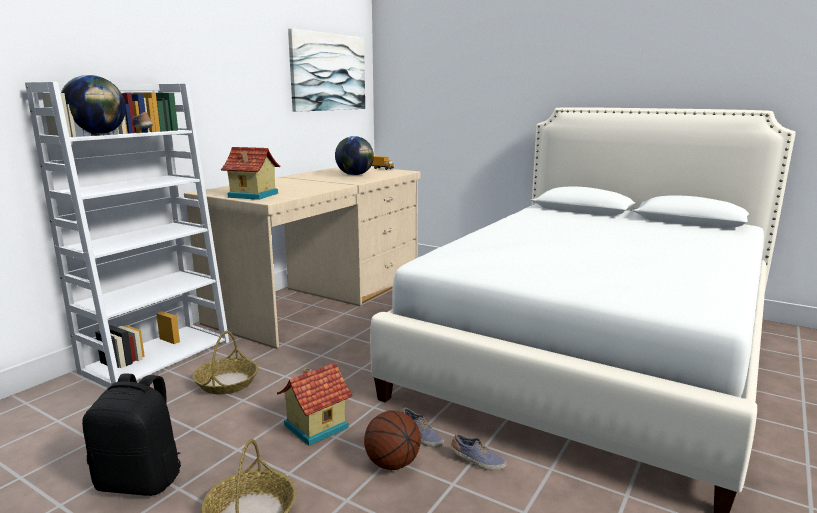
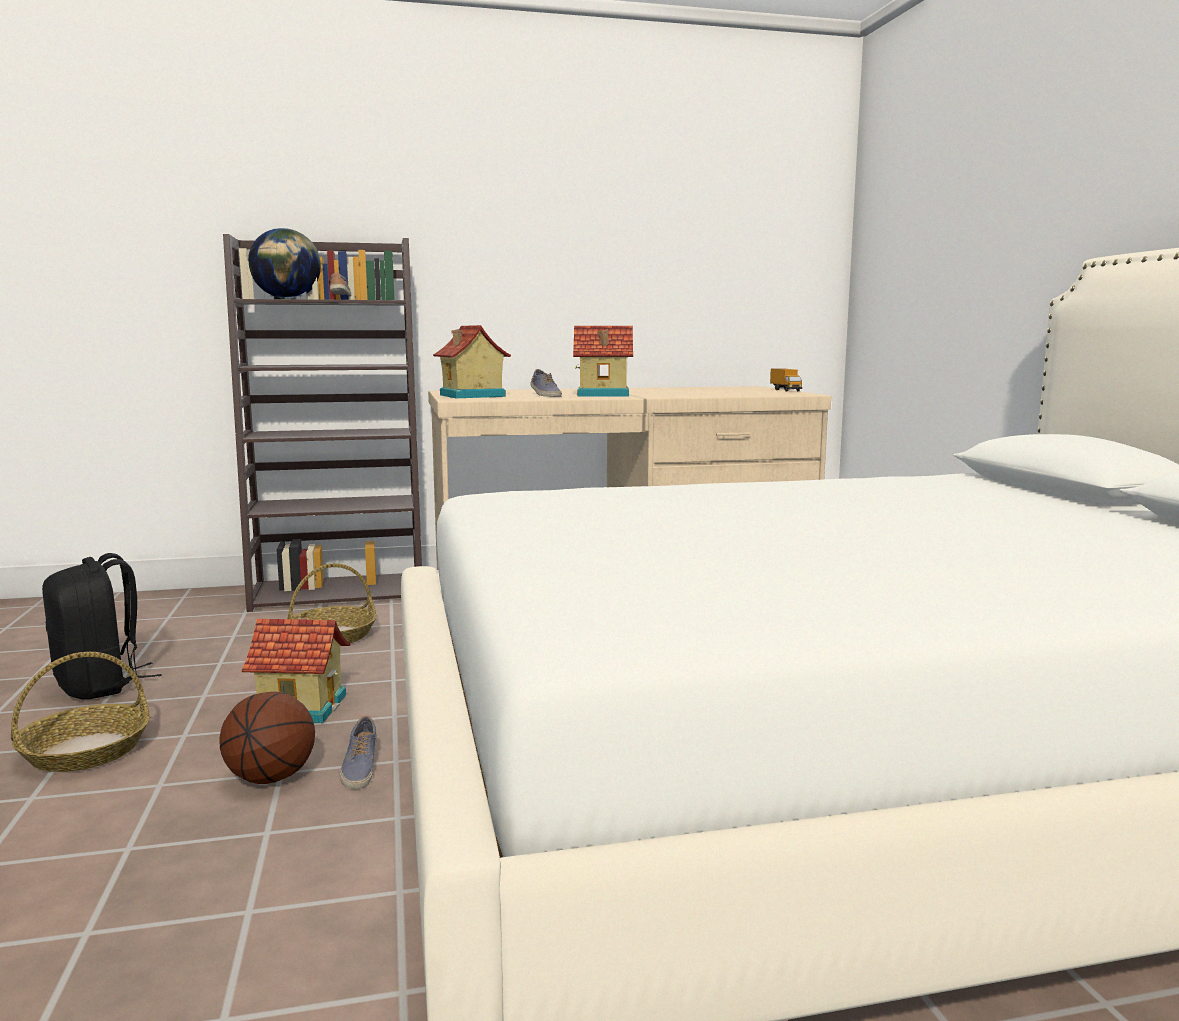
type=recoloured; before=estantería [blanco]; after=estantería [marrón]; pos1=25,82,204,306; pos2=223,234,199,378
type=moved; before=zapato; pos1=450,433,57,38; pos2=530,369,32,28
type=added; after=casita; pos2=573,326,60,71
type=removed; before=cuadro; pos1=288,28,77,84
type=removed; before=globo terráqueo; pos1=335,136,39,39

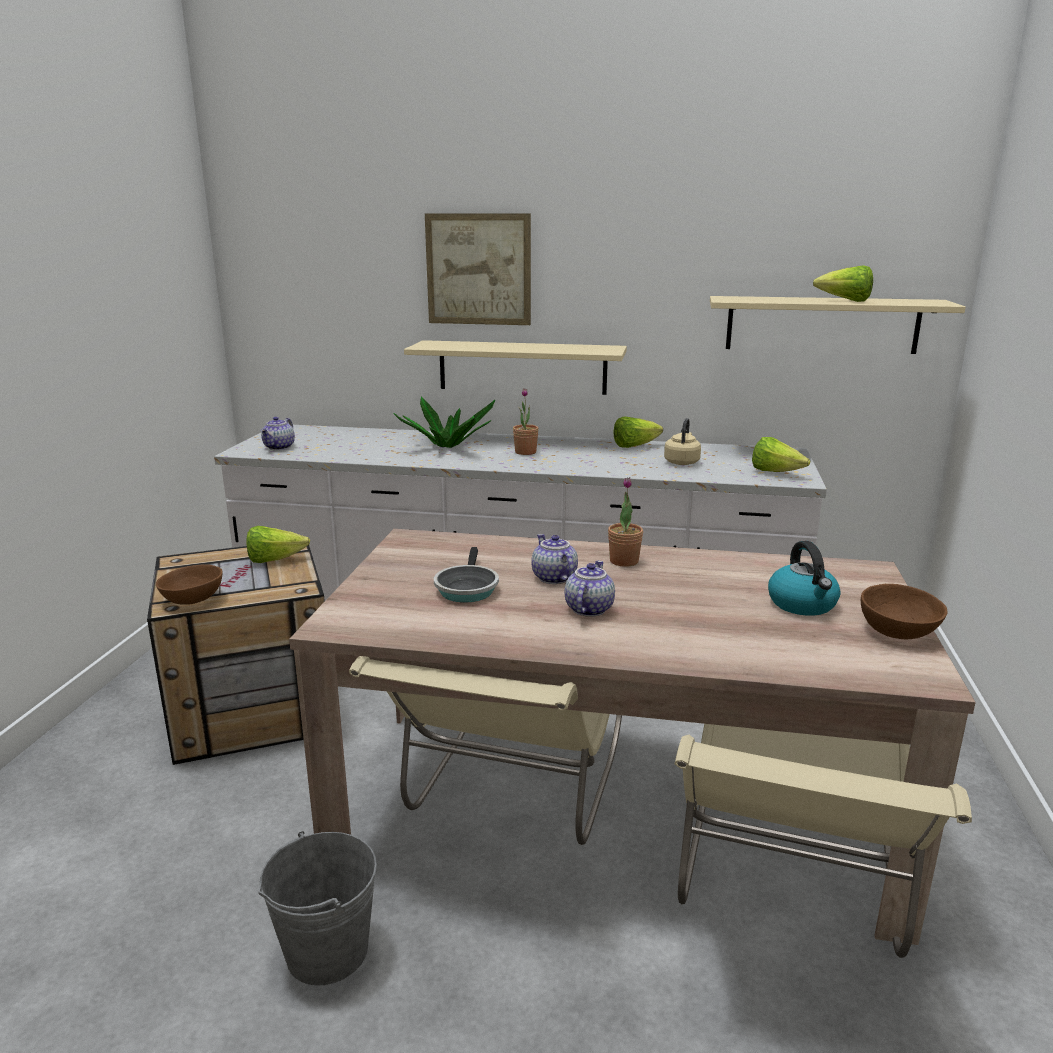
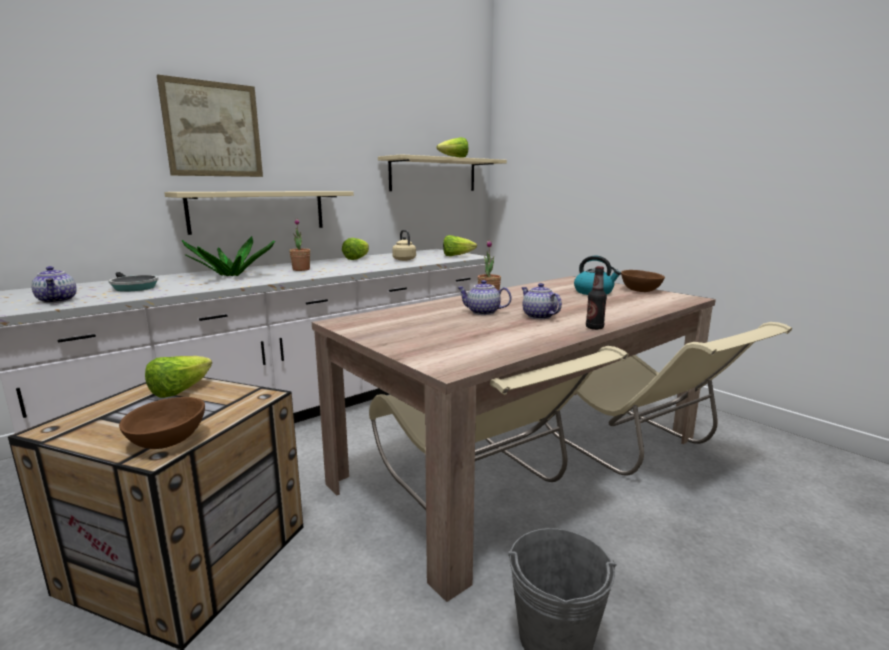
type=moved; before=sartén; pos1=434,547,65,56; pos2=109,272,49,20
type=added; after=botella; pos2=586,266,21,64

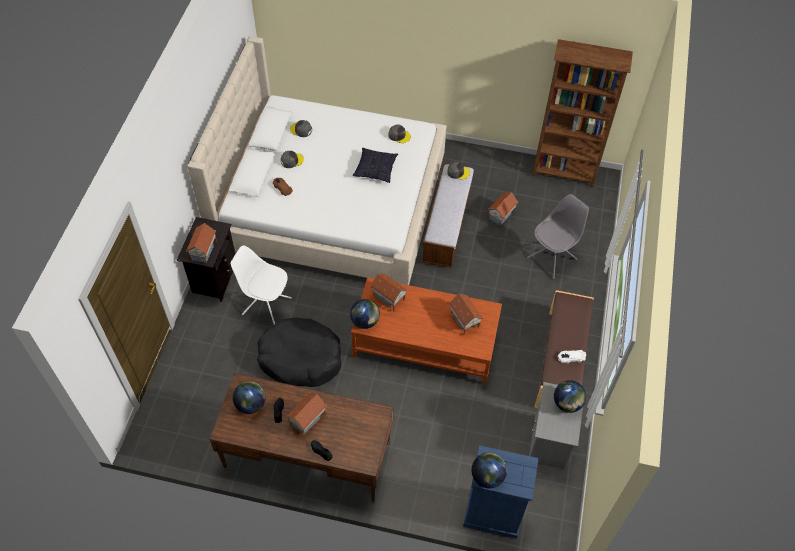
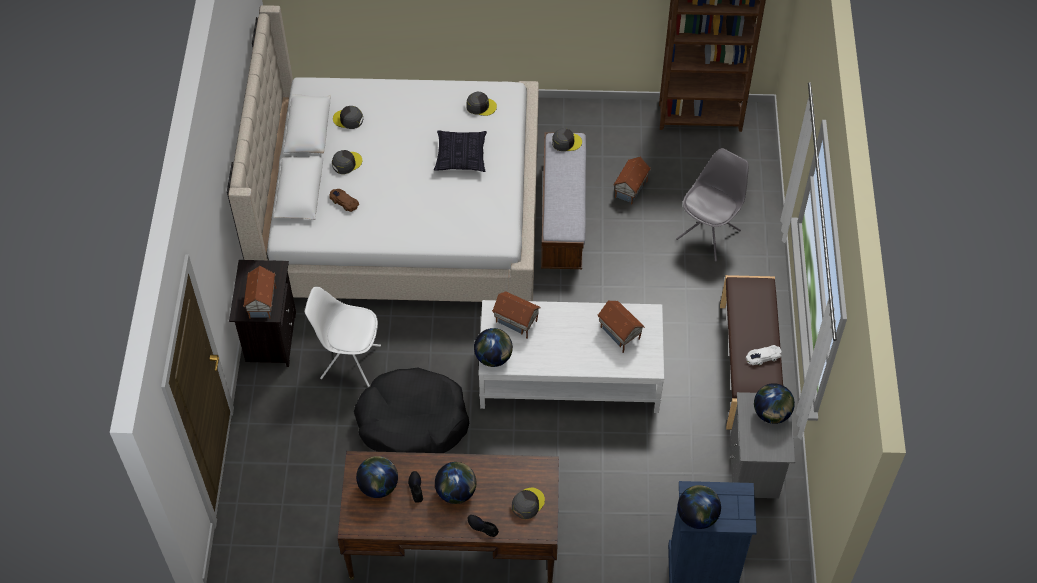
type=replaced; before=casita; after=globo terráqueo; pos1=286,392,41,44; pos2=435,462,42,42
type=recoloured; before=mesa de centro [marrón]; after=mesa de centro [blanco]; pos1=351,277,151,108; pos2=478,300,186,113
type=added; after=gorra [gris]; pos2=512,488,33,31

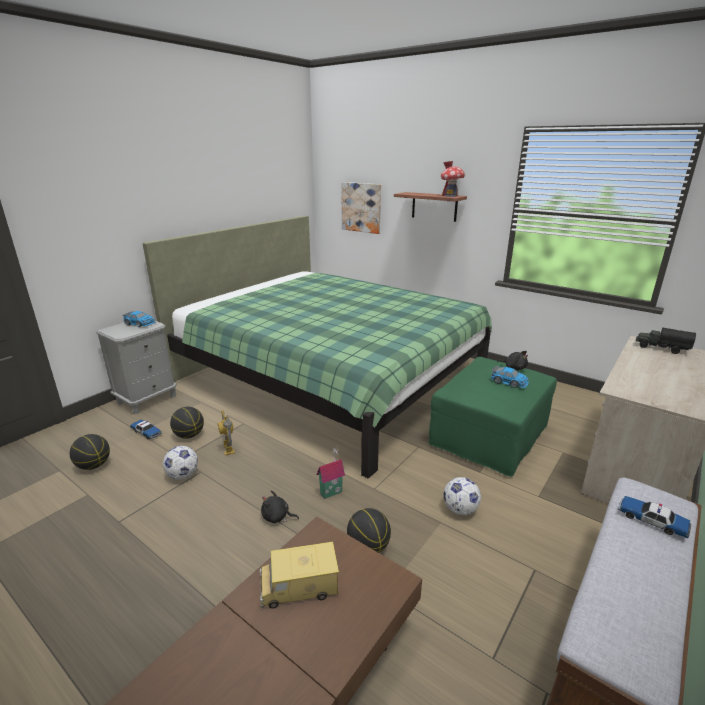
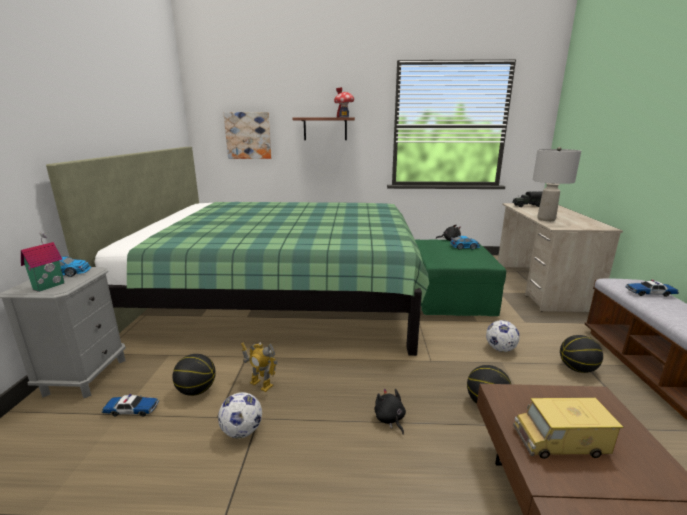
type=moved; before=casita; pos1=317,448,28,51; pos2=21,232,43,60
type=turned; before=peluche [negro]; pos1=261,490,38,33; pos2=374,388,32,47; turn=90
type=turned; before=camión de juguete; pos1=260,542,79,67; pos2=513,398,110,61; turn=45
type=added; after=lámpara de mesa [gris]; pos2=533,147,48,74
type=moved; before=balón de baloncesto; pos1=70,434,40,36; pos2=560,335,43,38

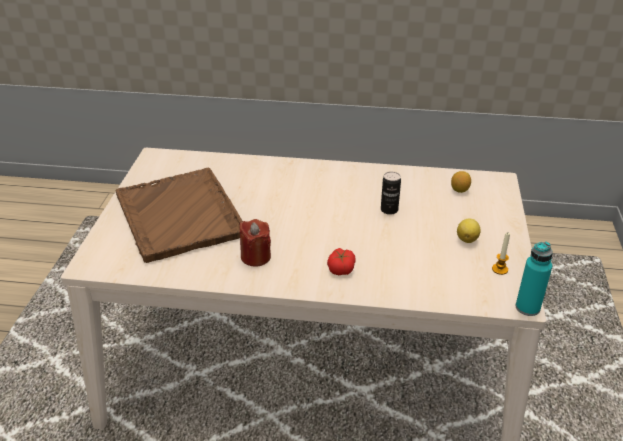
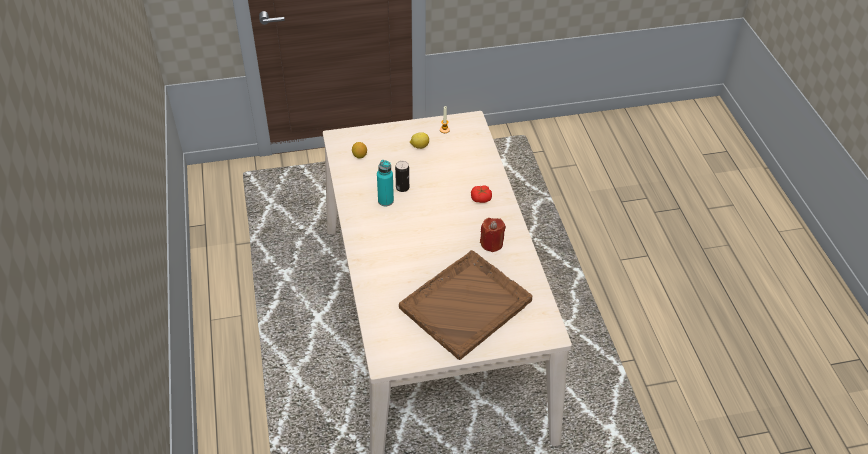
type=moved; before=botella [turquesa]; pos1=516,241,37,75; pos2=377,160,17,46

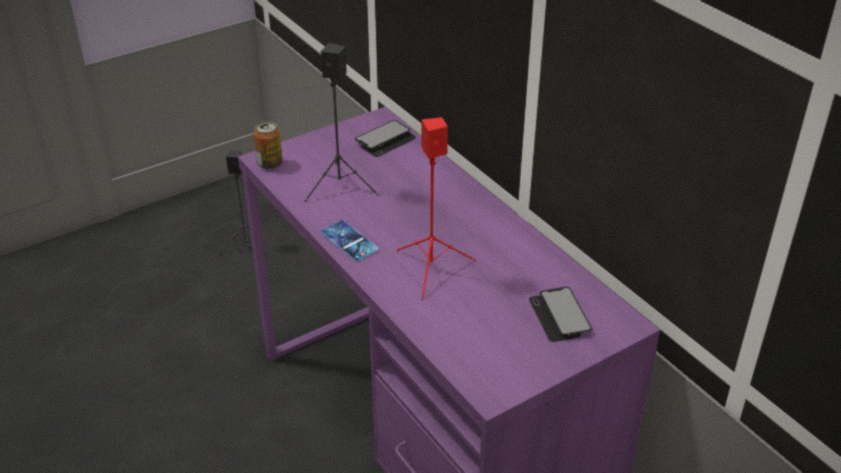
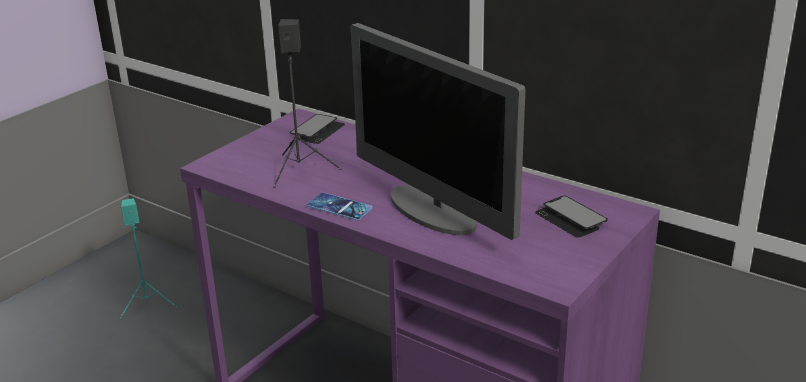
type=recoloured; before=altavoz [negro]; after=altavoz [turquesa]; pos1=217,150,53,107; pos2=120,198,57,121
type=replaced; before=altavoz [rojo]; after=monitor; pos1=396,117,79,183; pos2=350,23,175,217
type=removed; before=lata; pos1=254,121,28,48

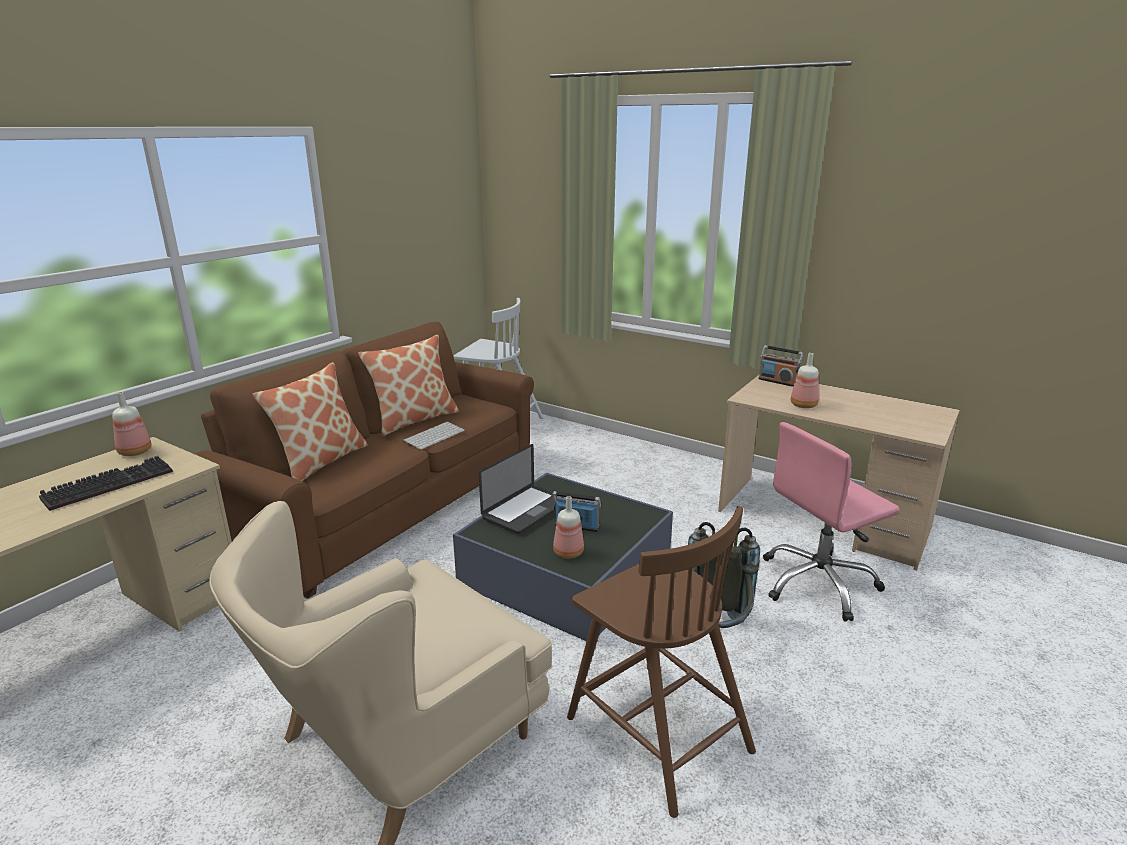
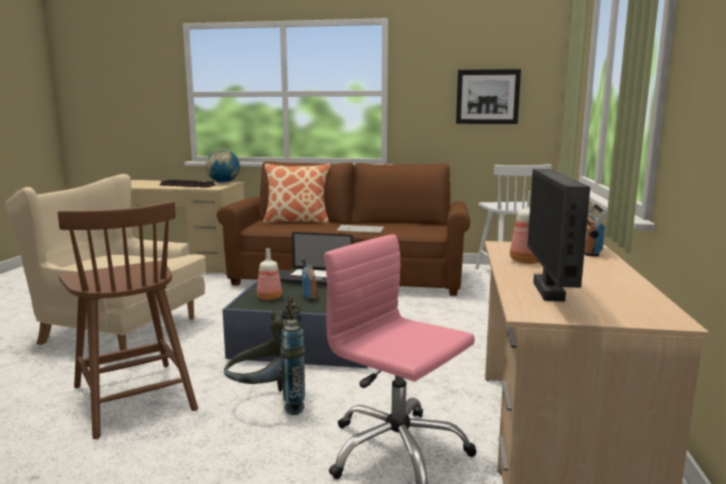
type=turned; before=silla [marrón]; pos1=567,506,189,312; pos2=58,201,140,238; turn=-60
type=replaced; before=botella; after=globo terráqueo; pos1=112,392,39,64; pos2=206,149,34,34
type=added; after=cuadro; pos2=456,69,65,55
type=added; after=monitor; pos2=527,169,63,133
type=removed; before=cojín; pos1=358,334,101,102

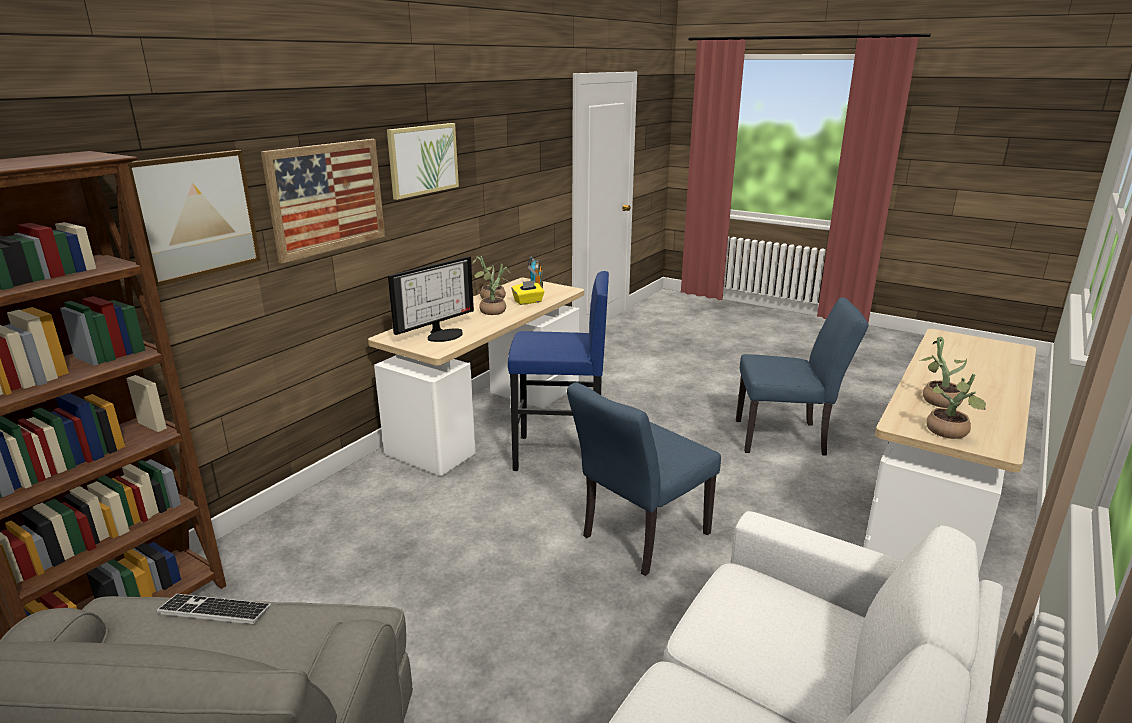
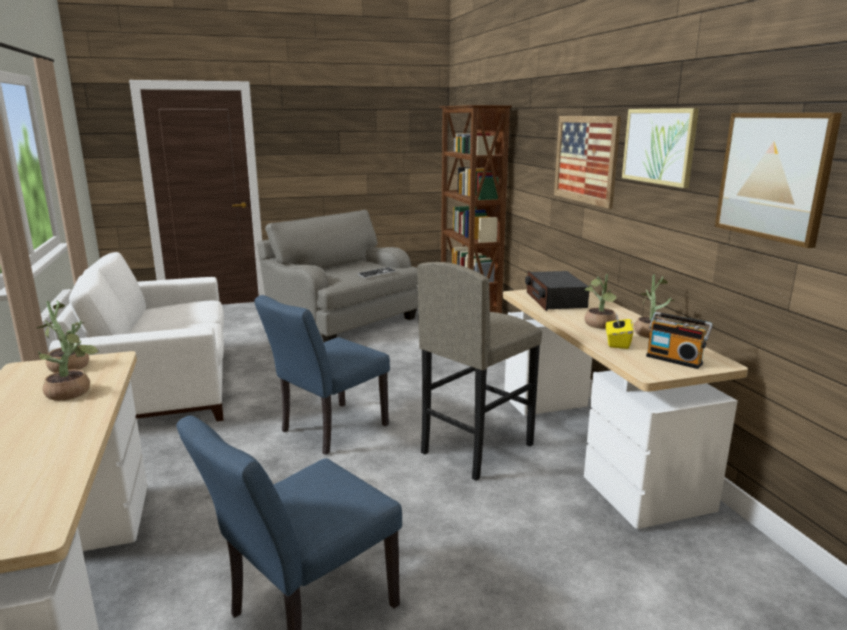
type=turned; before=silla [azul]; pos1=567,382,154,194; pos2=254,295,136,160; turn=-135
type=recoloured; before=taburete [azul]; after=taburete [gris]; pos1=508,271,101,200; pos2=417,262,125,219
type=replaced; before=monitor; after=radio; pos1=388,256,86,86; pos2=525,271,64,40
type=moved; before=cuadro; pos1=128,150,133,137; pos2=715,113,127,135

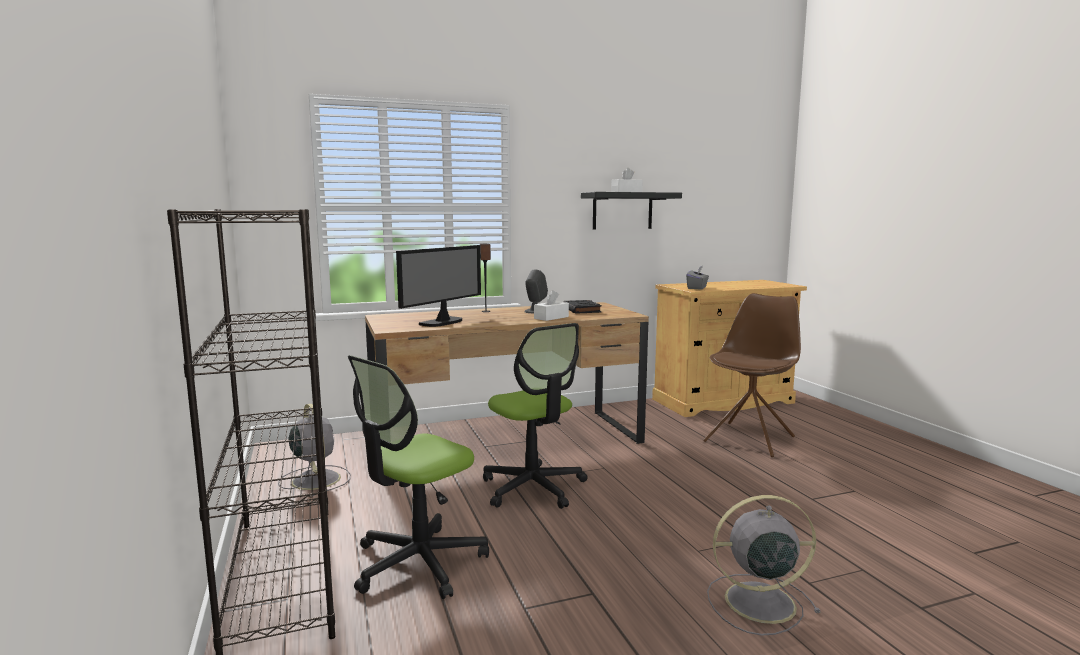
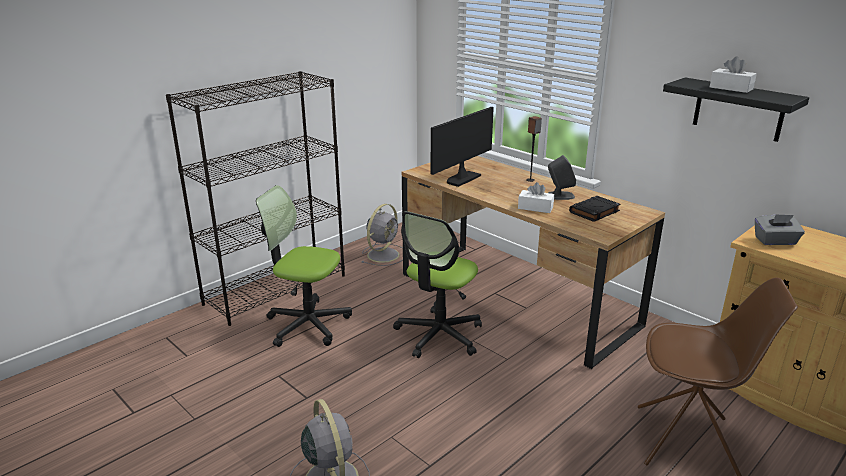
type=turned; before=monitor; pos1=396,245,85,82; pos2=431,107,63,80; turn=120

